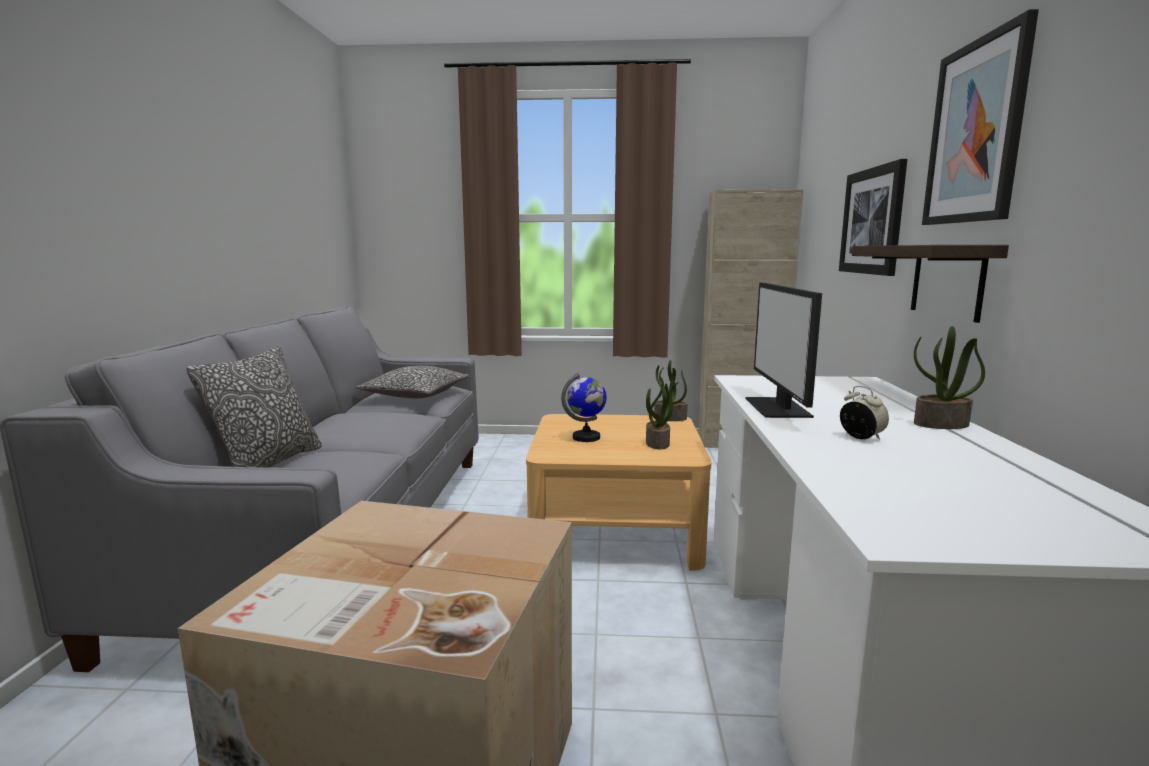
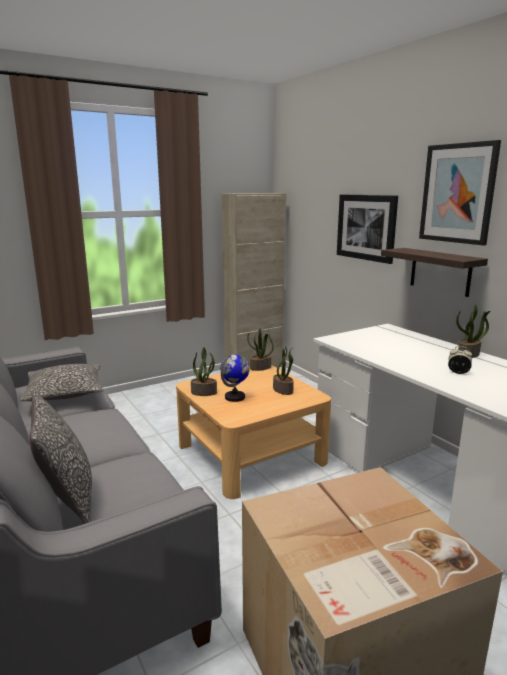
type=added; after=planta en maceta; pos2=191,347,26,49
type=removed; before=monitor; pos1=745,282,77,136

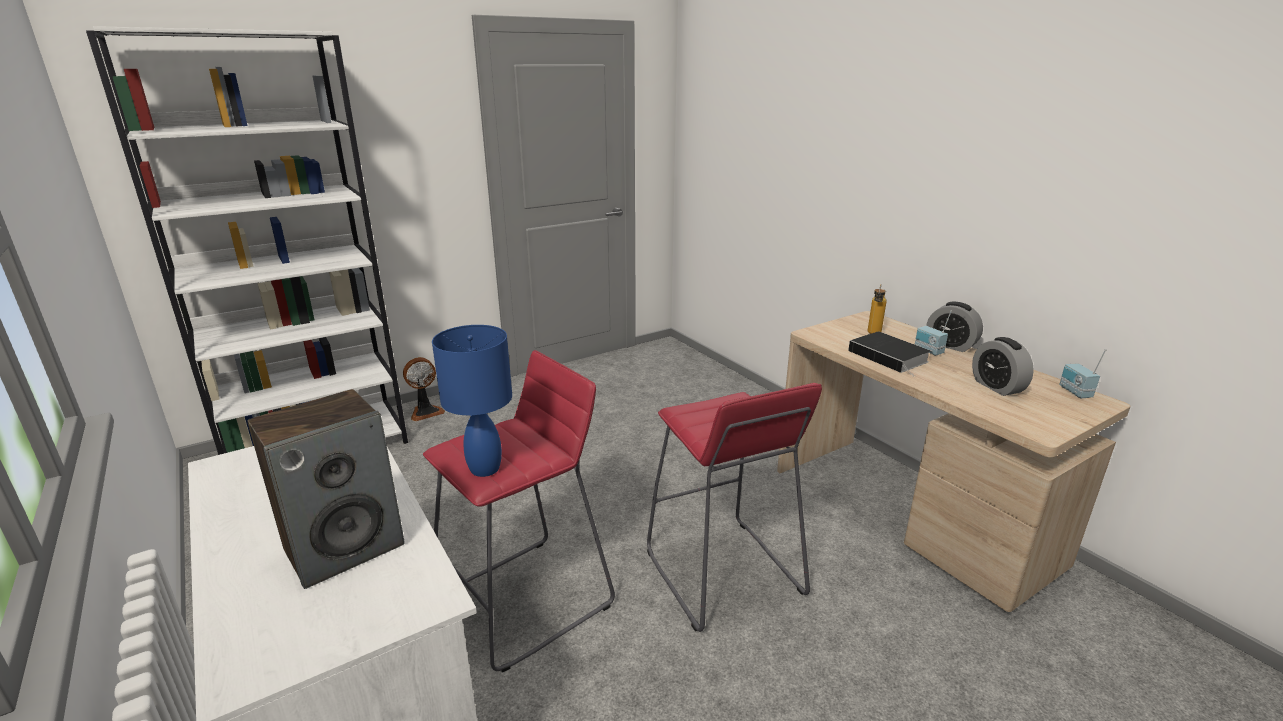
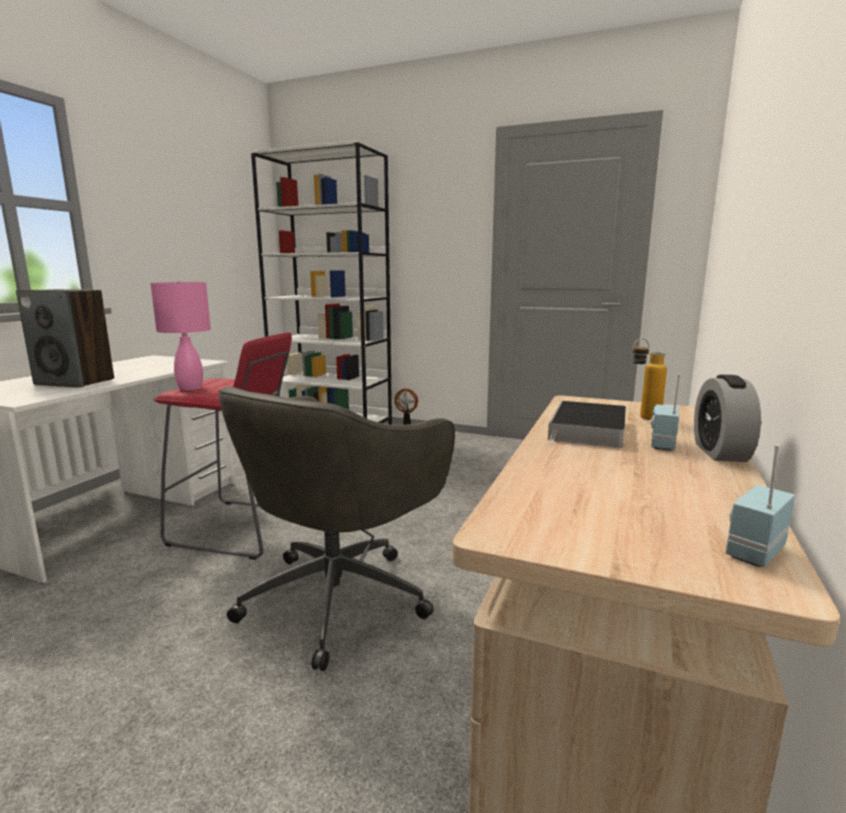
type=recoloured; before=lámpara de mesa [azul]; after=lámpara de mesa [rosa]; pos1=432,325,80,152; pos2=150,281,61,109
type=replaced; before=taburete [rojo]; after=silla de oficina [gris]; pos1=647,383,175,249; pos2=218,386,237,285
type=removed; before=despertador; pos1=972,337,62,59

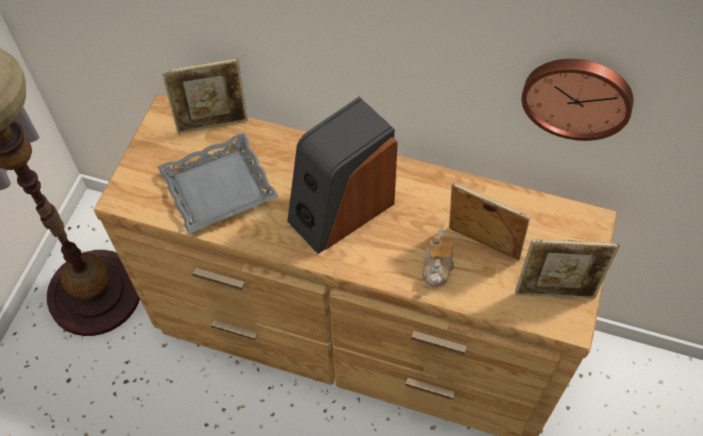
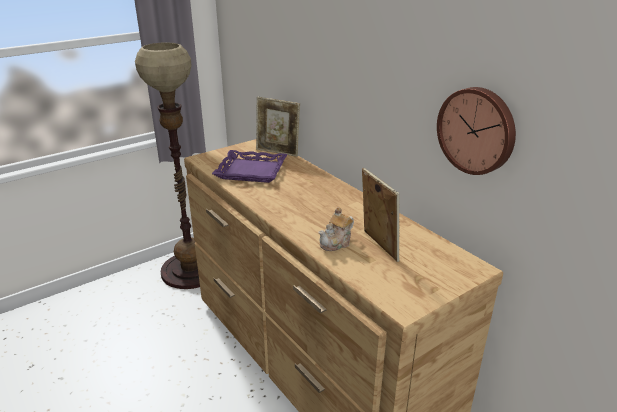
type=recoloured; before=bandeja [gris]; after=bandeja [morado]; pos1=157,132,122,102; pos2=212,150,75,33
type=removed; before=altavoz; pos1=287,97,111,157
type=removed; before=portarretratos; pos1=515,239,105,60

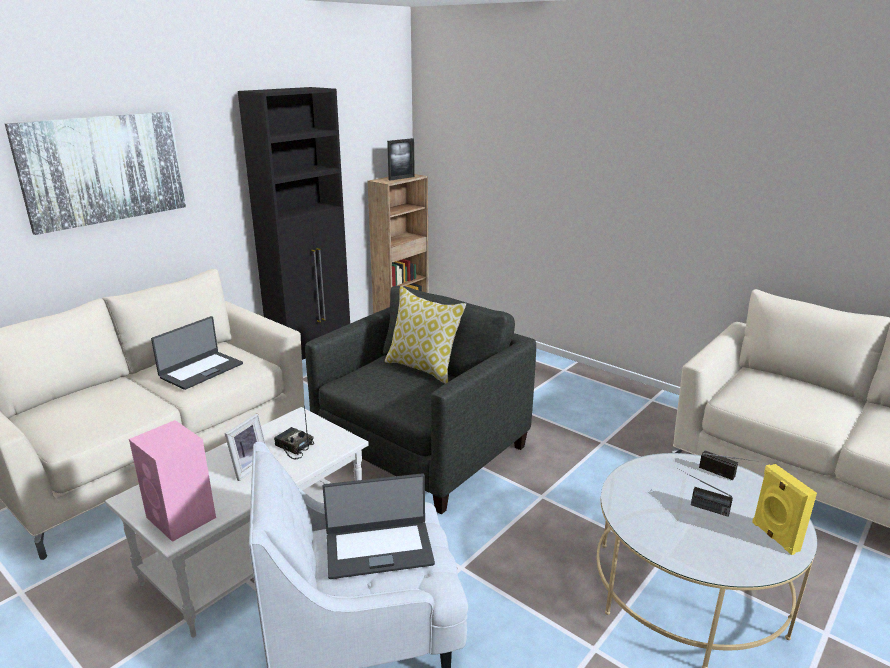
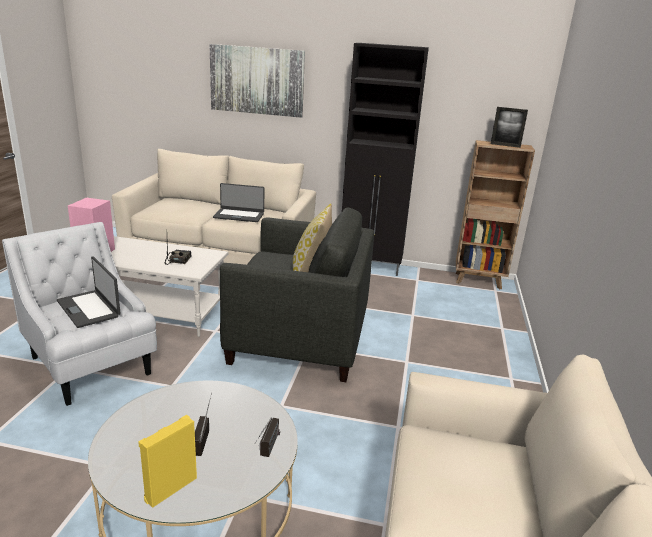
type=removed; before=portarretratos; pos1=225,414,41,67

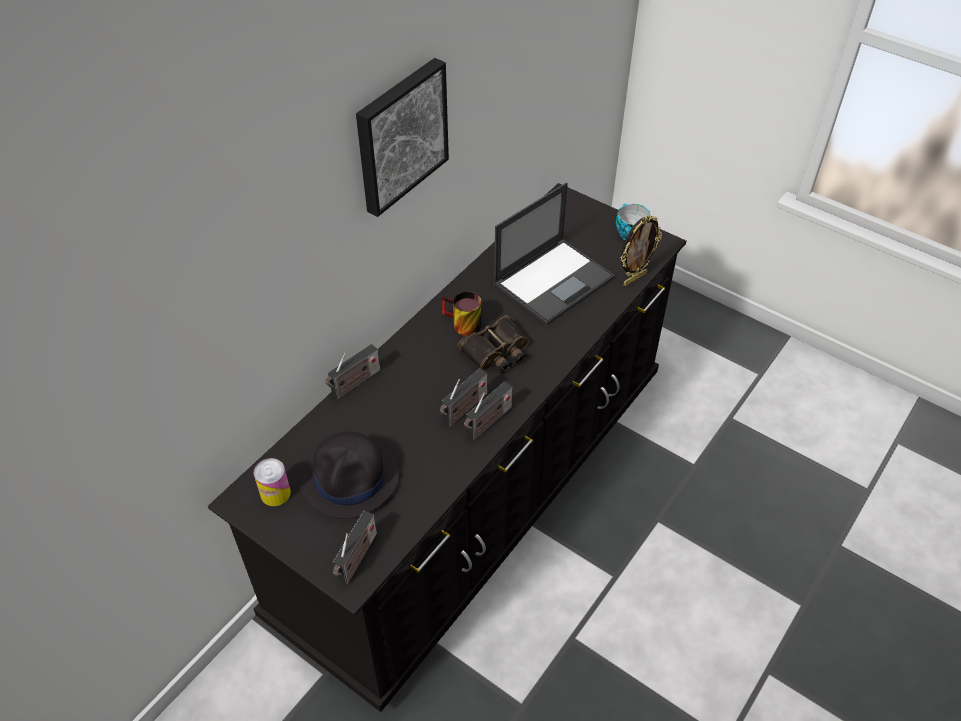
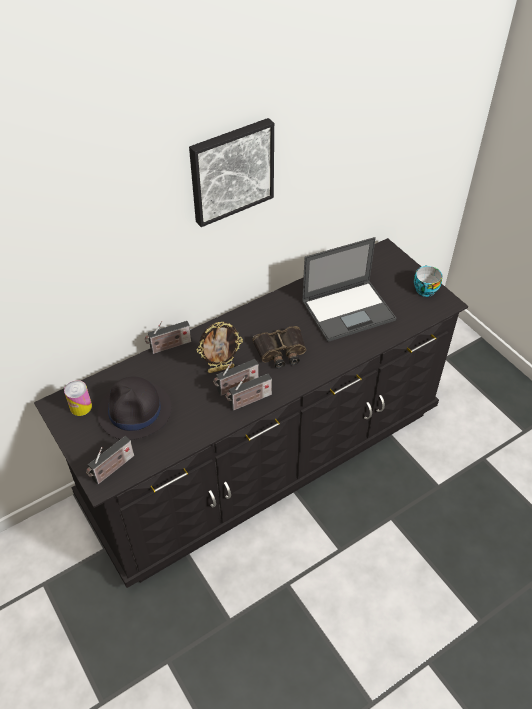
type=moved; before=portarretratos; pos1=621,215,41,71; pos2=197,322,46,51
type=removed; before=taza grande; pos1=442,291,39,45

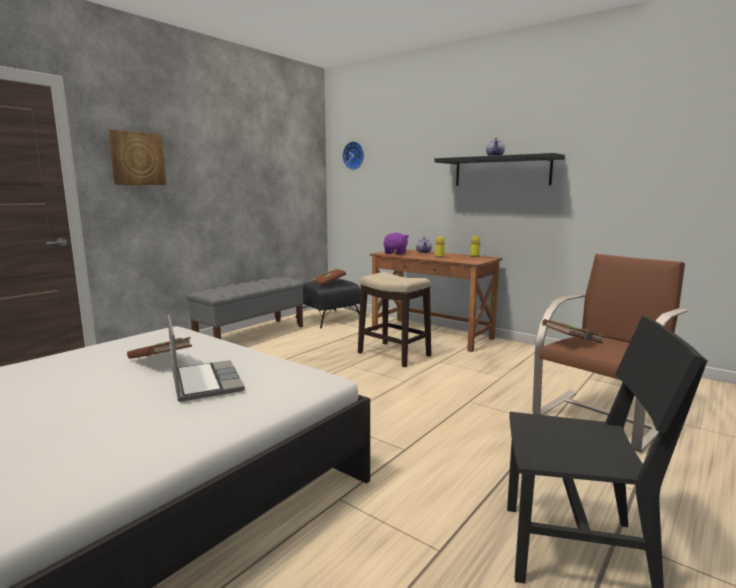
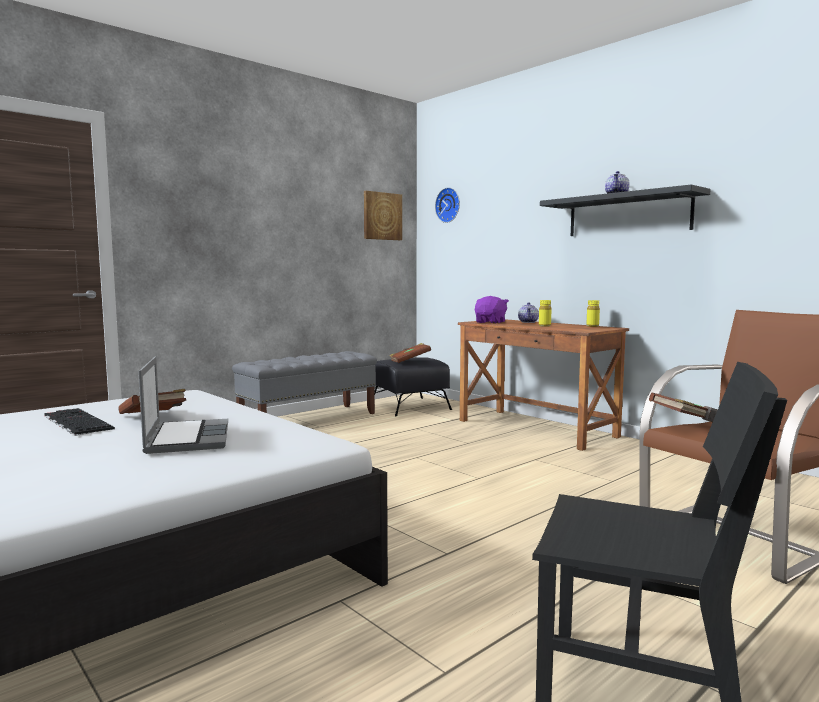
type=added; after=teclado; pos2=44,408,71,28
type=moved; before=cuadro; pos1=108,129,58,56; pos2=364,191,38,49
type=removed; before=taburete; pos1=358,272,73,95

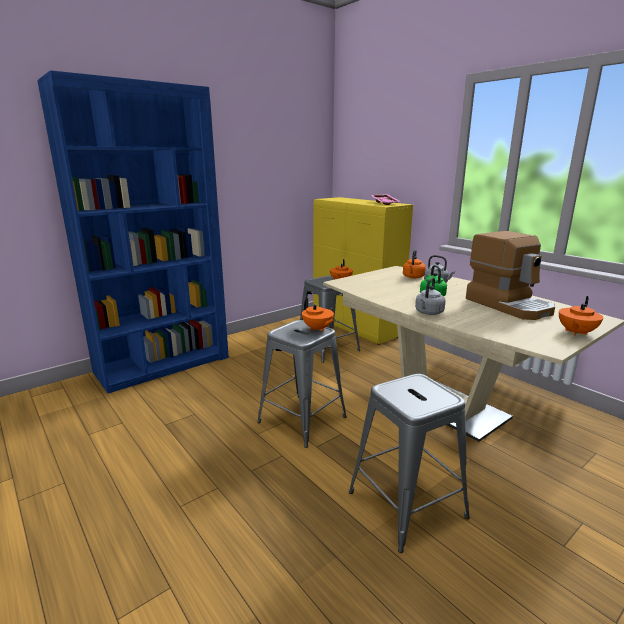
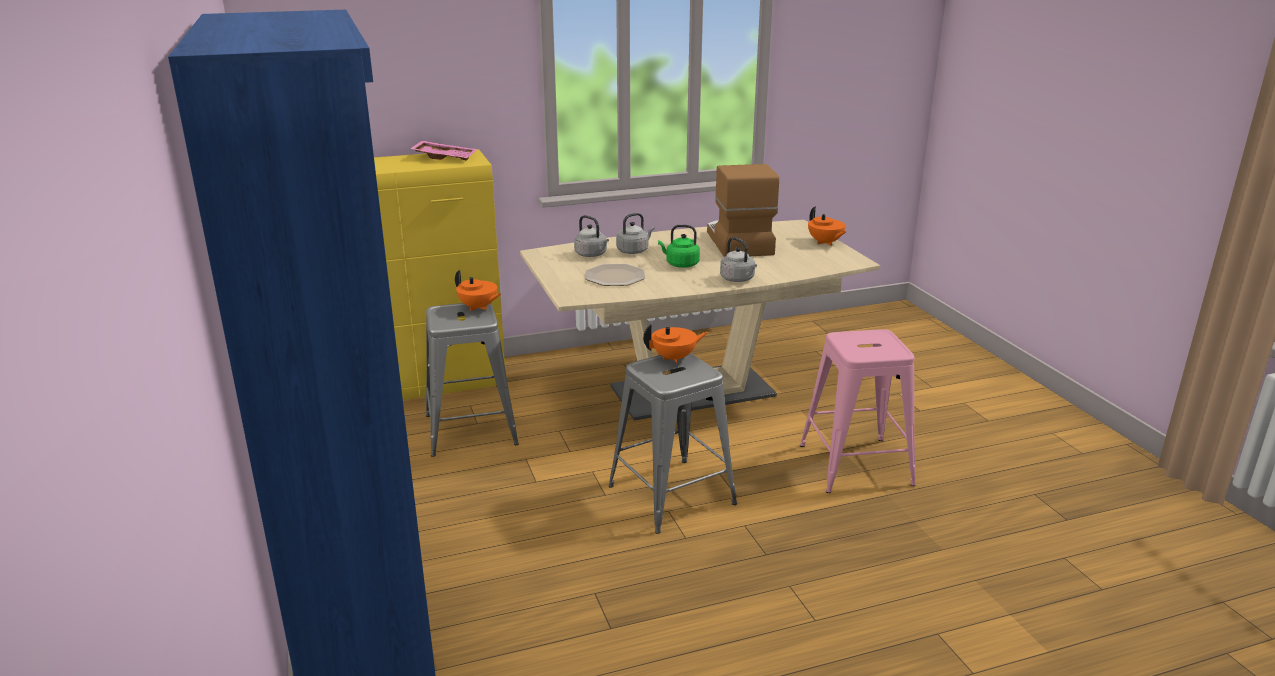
type=recoloured; before=hervidor [naranja]; after=hervidor [gris]; pos1=403,249,23,29; pos2=574,215,35,42
type=added; after=plato; pos2=585,264,60,22
type=turned; before=cafetera; pos1=466,231,89,89; pos2=707,164,72,93; turn=-90
type=recoloured; before=taburete [gris]; after=taburete [rosa]; pos1=349,374,121,179; pos2=800,329,116,164

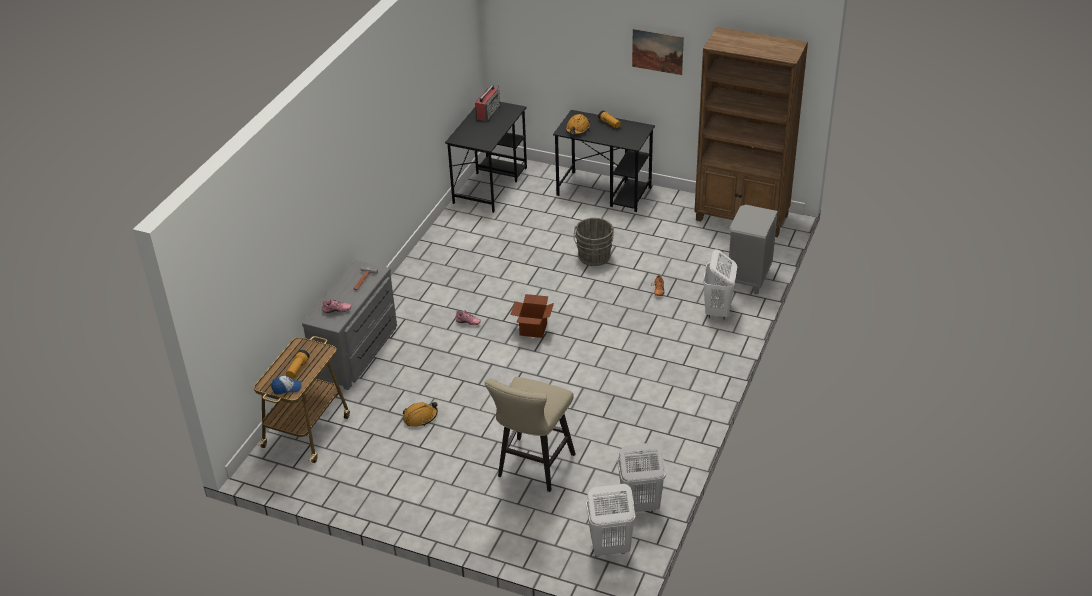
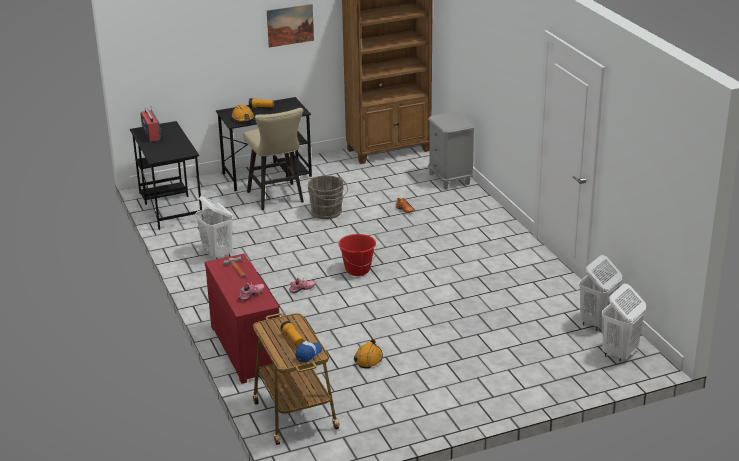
type=moved; before=cesto de la ropa [blanco]; pos1=703,250,34,70; pos2=195,196,38,64
type=recoloured; before=cómoda [gris]; after=cómoda [rojo]; pos1=302,260,95,130; pos2=205,254,77,130
type=moved; before=taburete [beis]; pos1=484,377,91,115; pos2=243,108,61,102
type=replaced; before=caja de cartón; after=cubo [rojo]; pos1=510,294,44,44; pos2=338,234,38,42

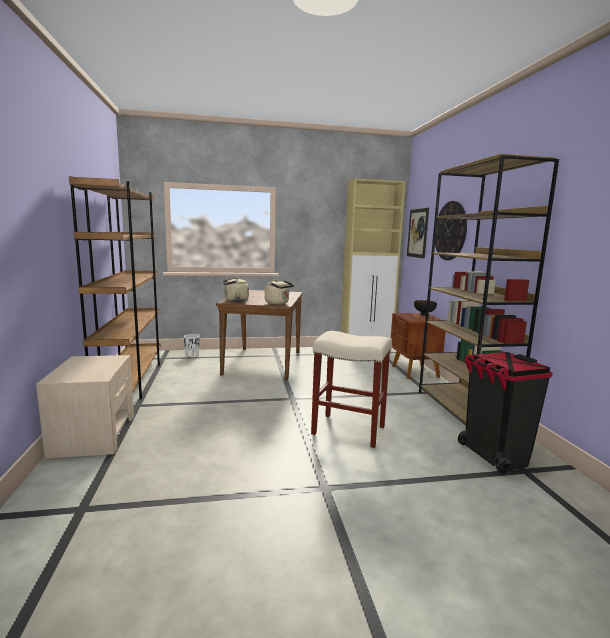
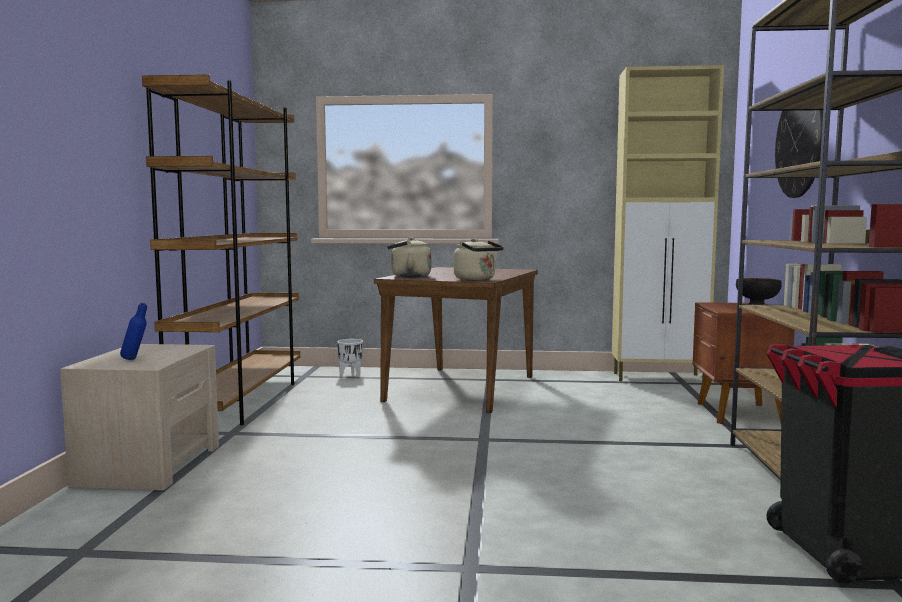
type=added; after=botella [azul]; pos2=120,303,27,57
type=removed; before=taburete [beis]; pos1=311,331,81,117
type=removed; before=cuadro; pos1=407,208,22,50

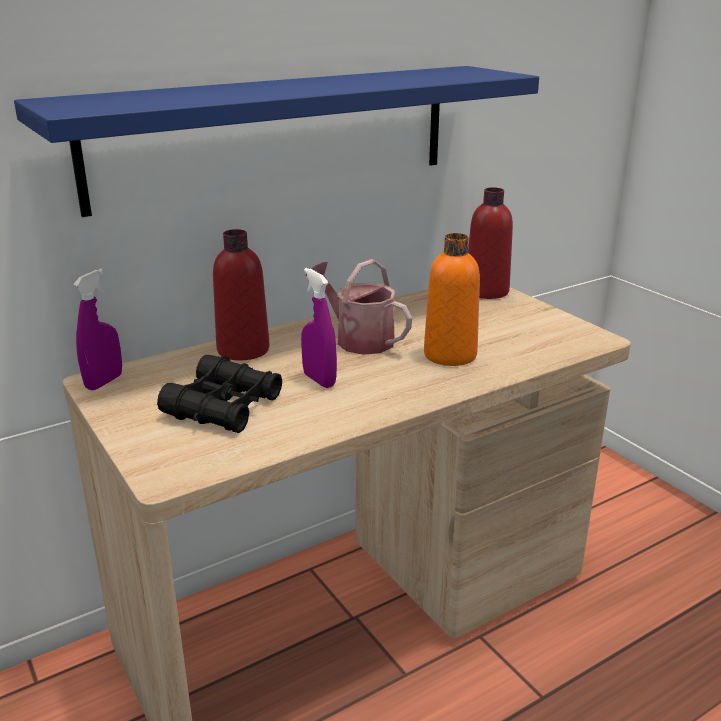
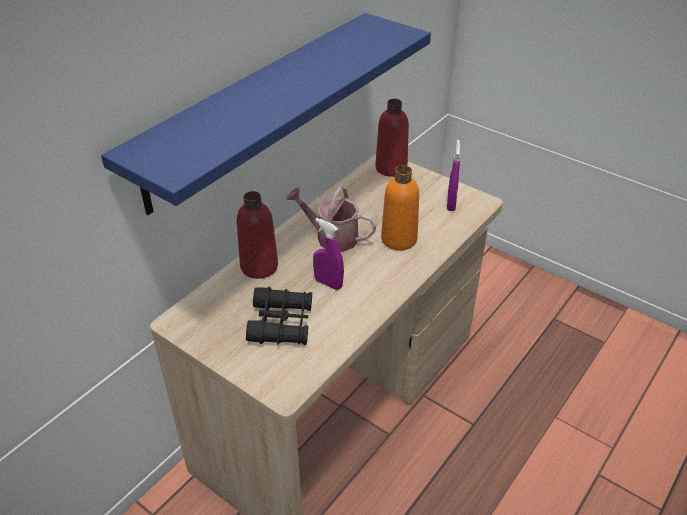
type=moved; before=pulverizador [morado]; pos1=73,269,49,121; pos2=447,140,13,71

